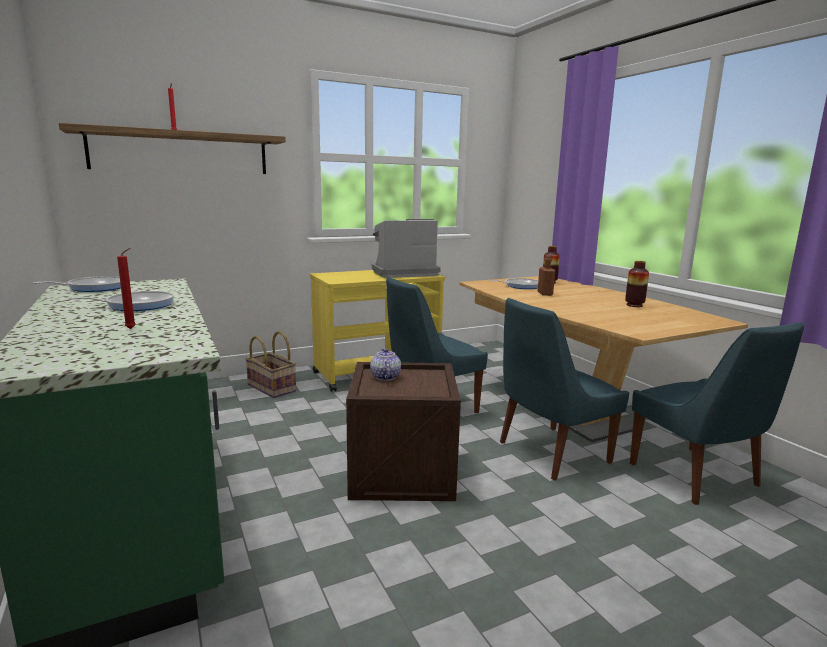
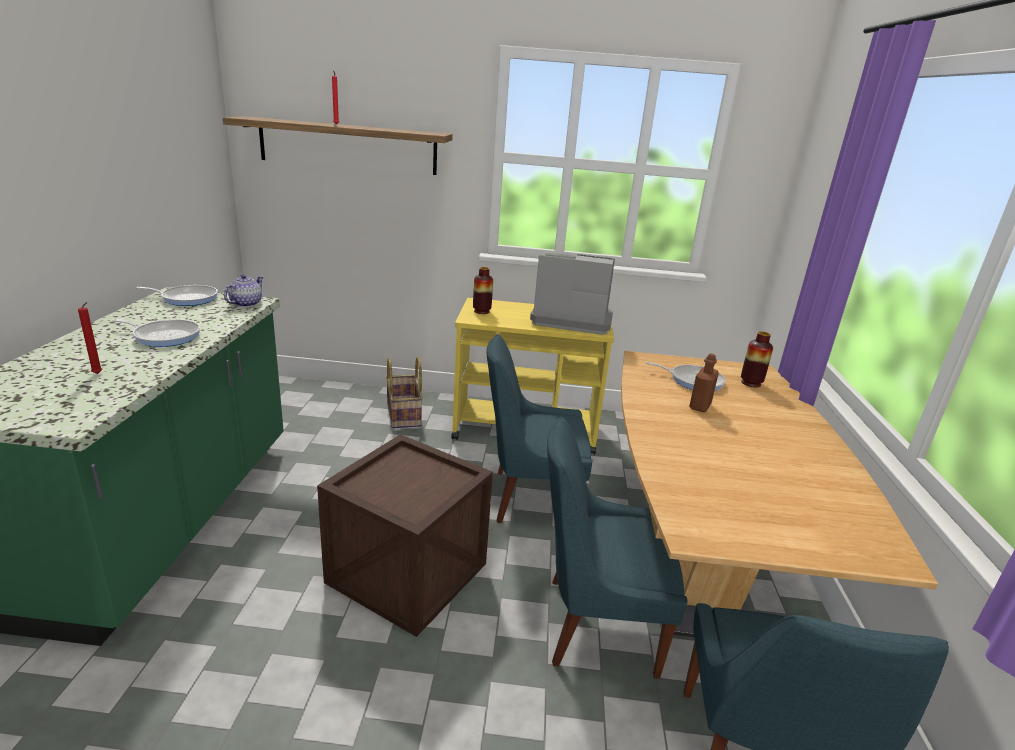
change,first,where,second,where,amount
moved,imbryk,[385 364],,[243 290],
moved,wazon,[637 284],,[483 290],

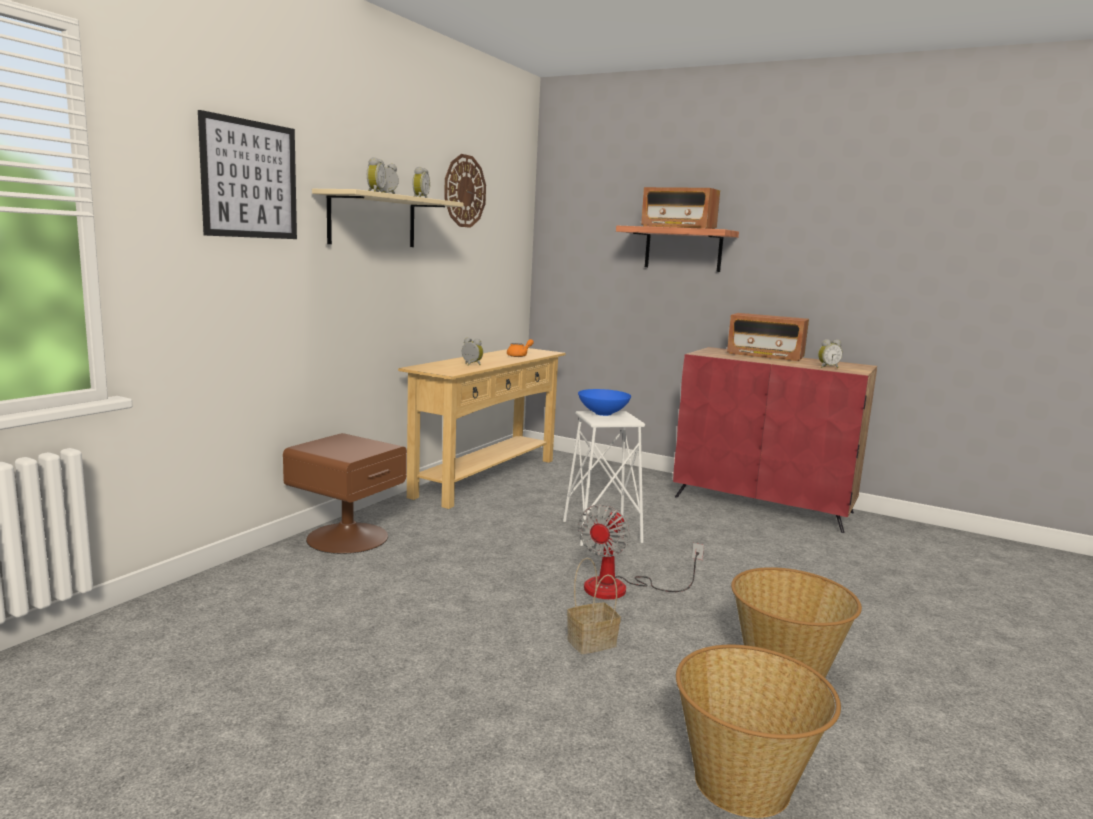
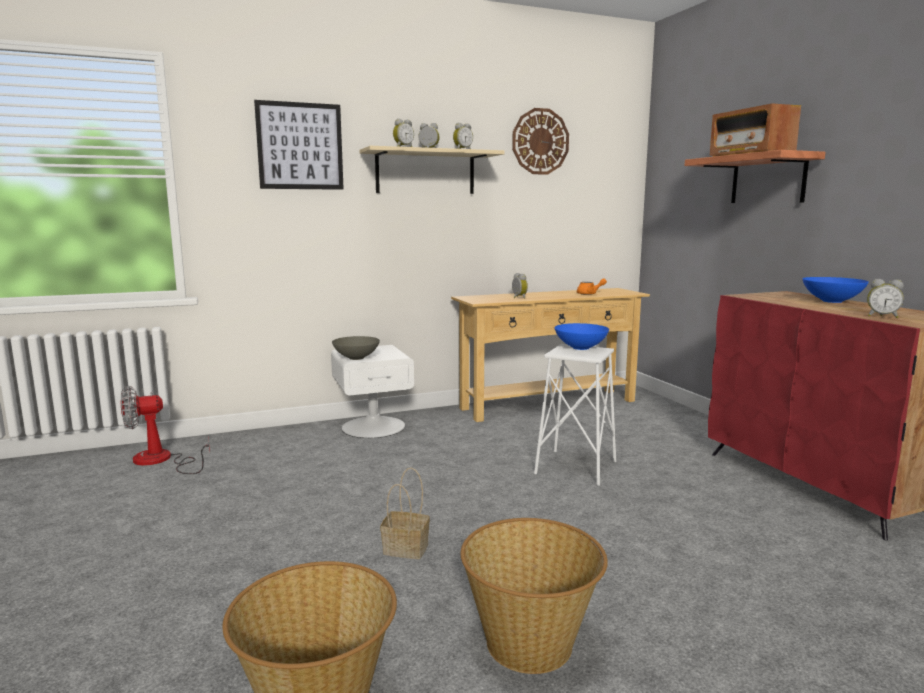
change,first,where,second,where,amount
moved,wentylator,[641 551],,[165 430],
recoloured,szafka nocna/brązowy,[345 493],szafka nocna/biały,[372 391],
added,,,miska/szary,[356 348],
replaced,radio,[768 337],miska/niebieski,[835 290],

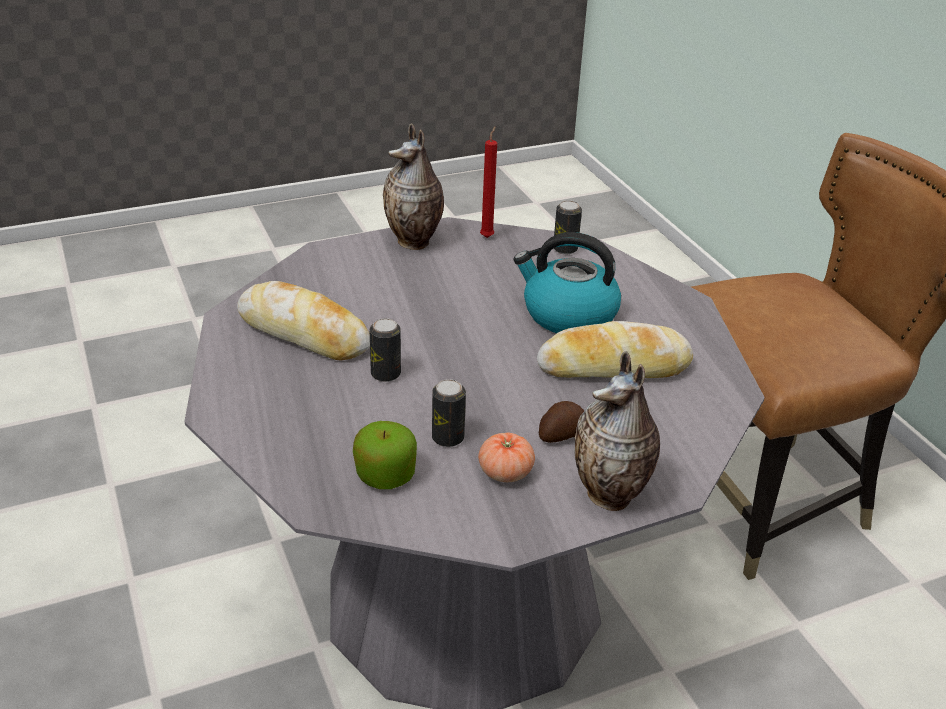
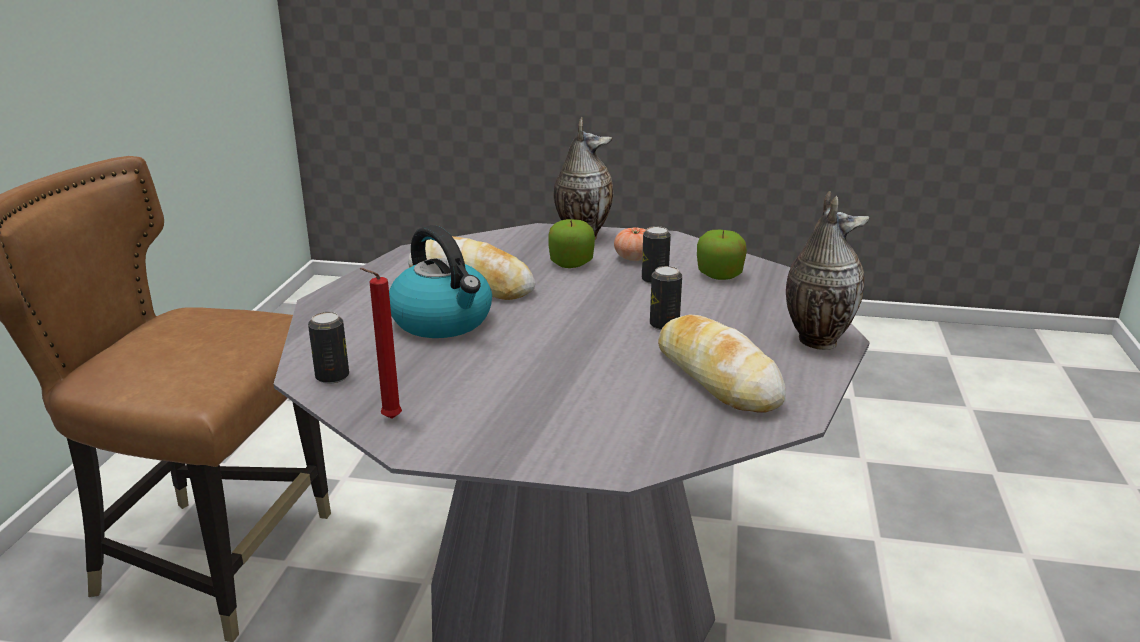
change,first,where,second,where,amount
replaced,ziemniak,[561 422],jabłko,[571 243],
moved,wazon,[413 186],,[827 270],

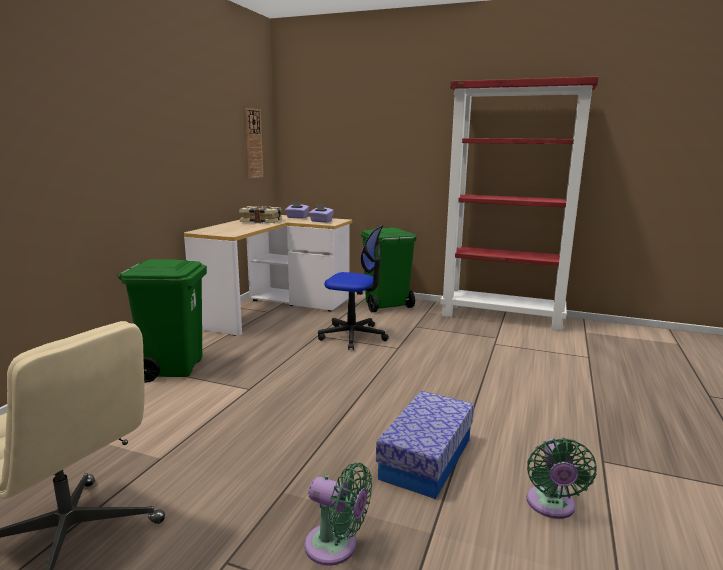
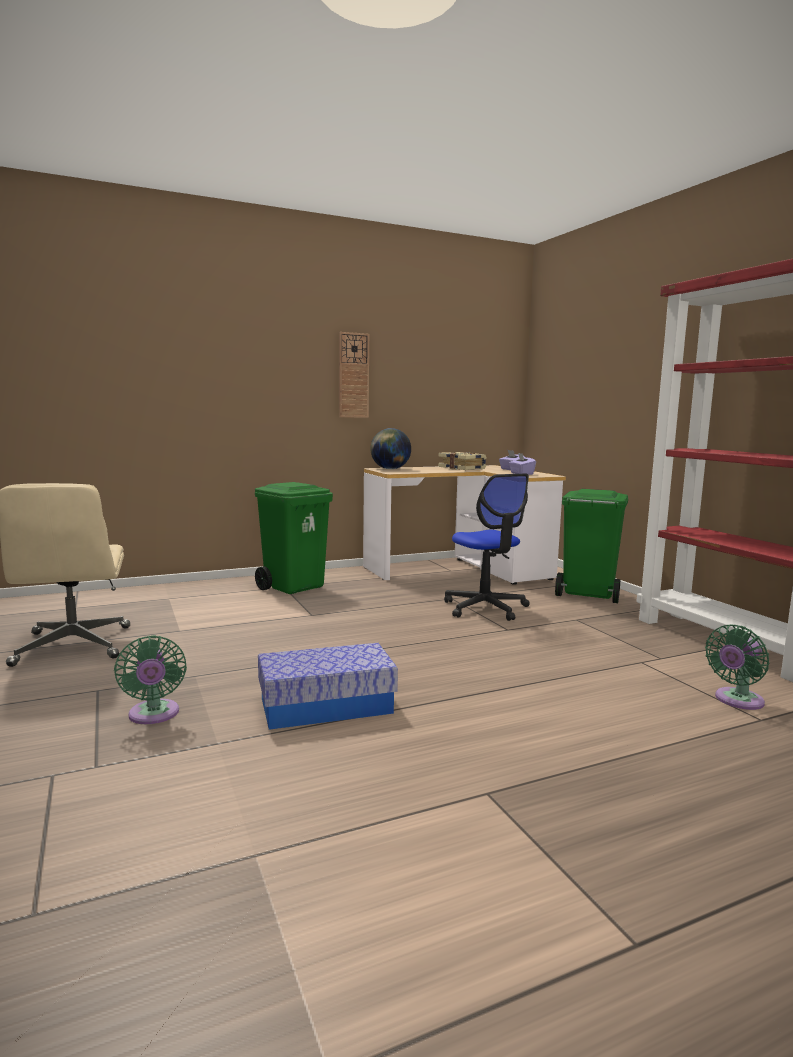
change,first,where,second,where,amount
moved,zegar ścienny,[254 143],,[354 375],
added,,,globus,[390 448],
moved,wentylator/zielony,[562 478],,[737 667],

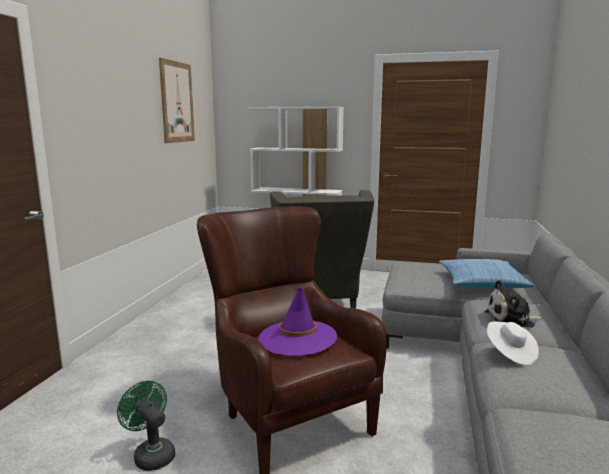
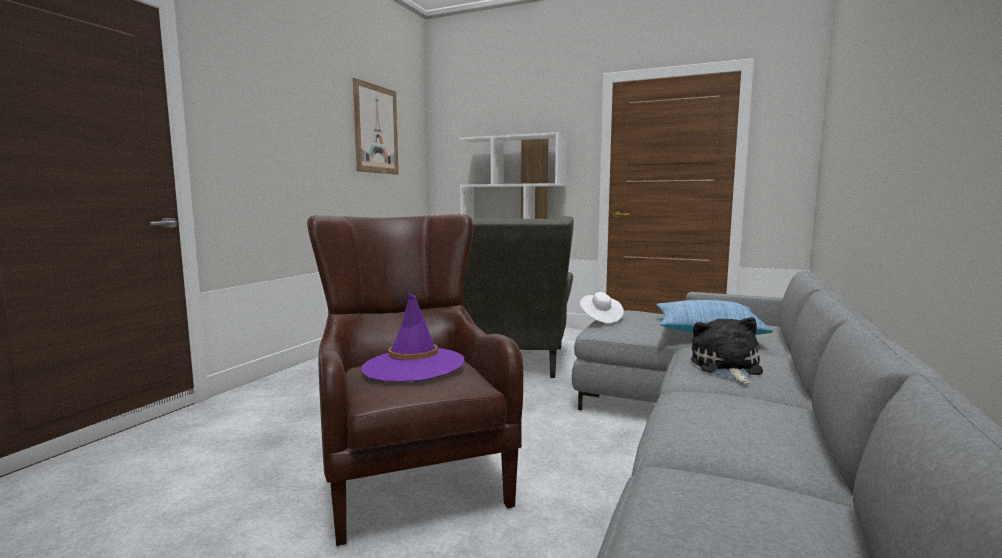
change,first,where,second,where,amount
moved,kapelusz/biały,[513 343],,[602 307],
turned,pluszak,[514 304],,[727 350],90 degrees clockwise
removed,wentylator/zielony,[146 426],,,

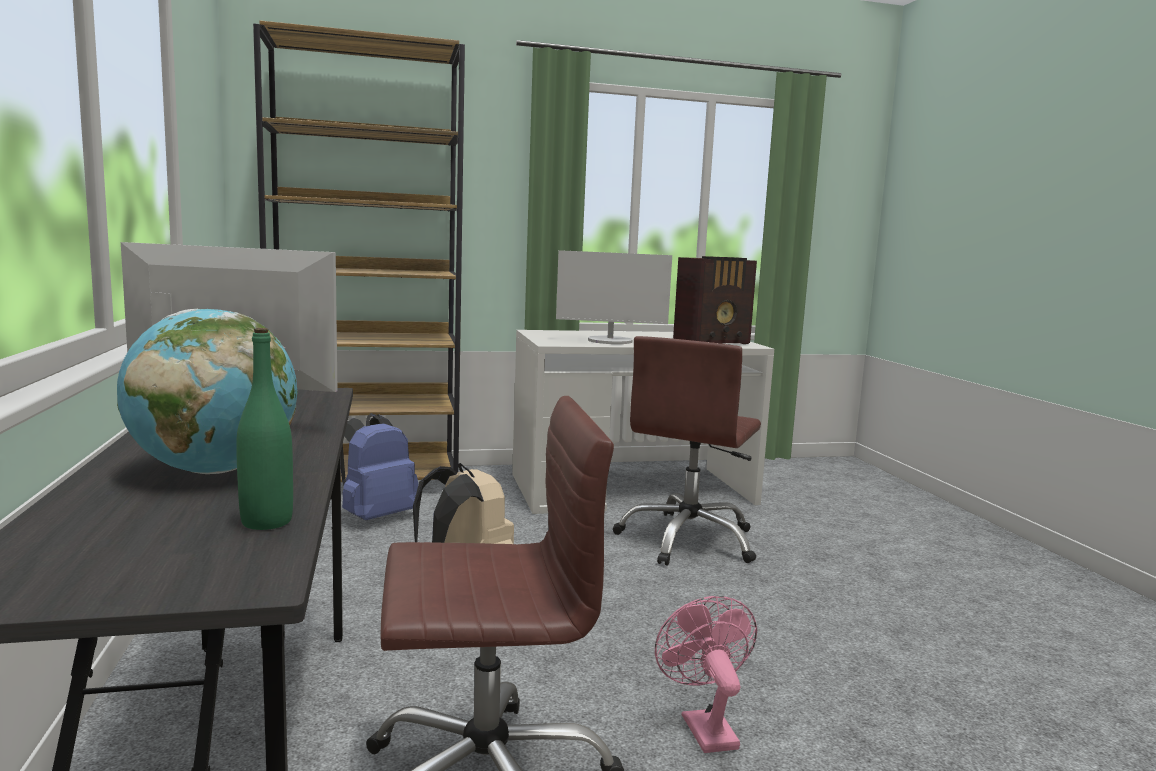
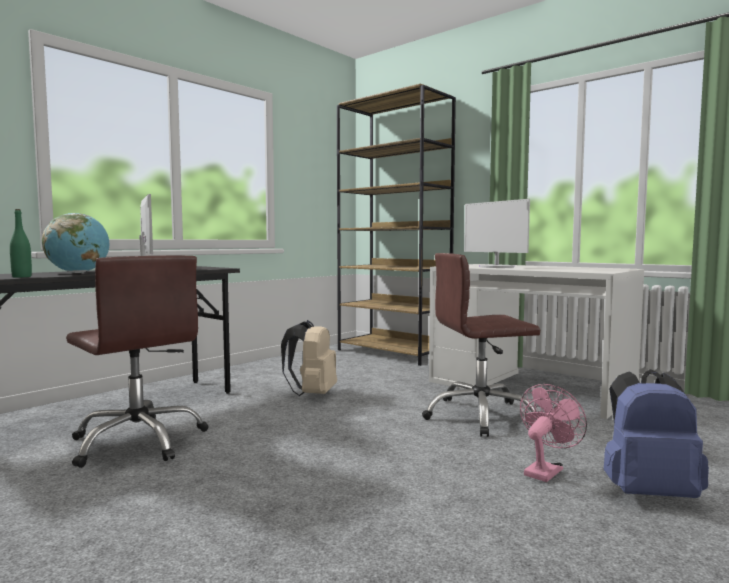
change,first,where,second,where,amount
moved,wentylator/różowy,[706 674],,[553 433],
moved,plecak/niebieski,[379 466],,[656 433],
removed,radio,[715 300],,,

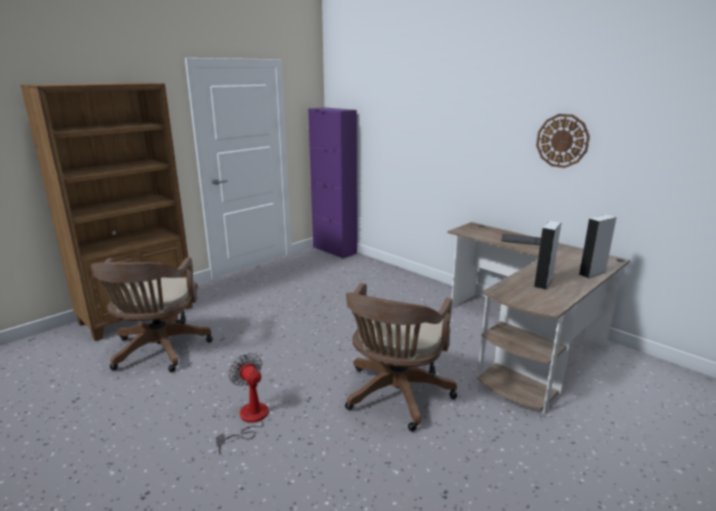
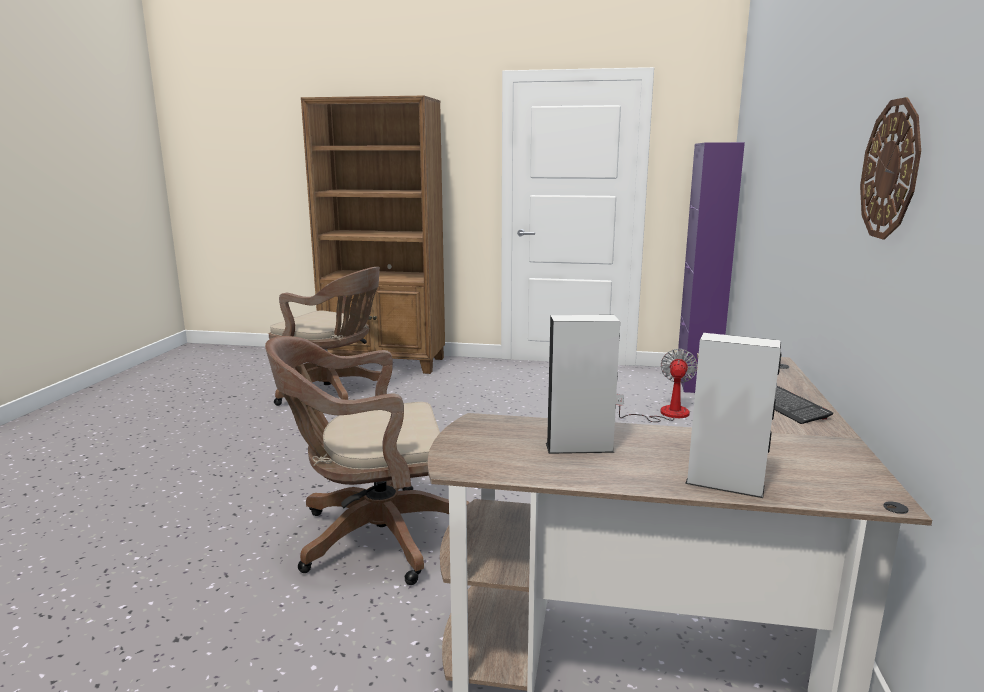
change,first,where,second,where,amount
turned,krzesło biurowe/brązowy,[152 315],,[325 336],120 degrees counterclockwise
moved,wentylator,[242 403],,[656 385],

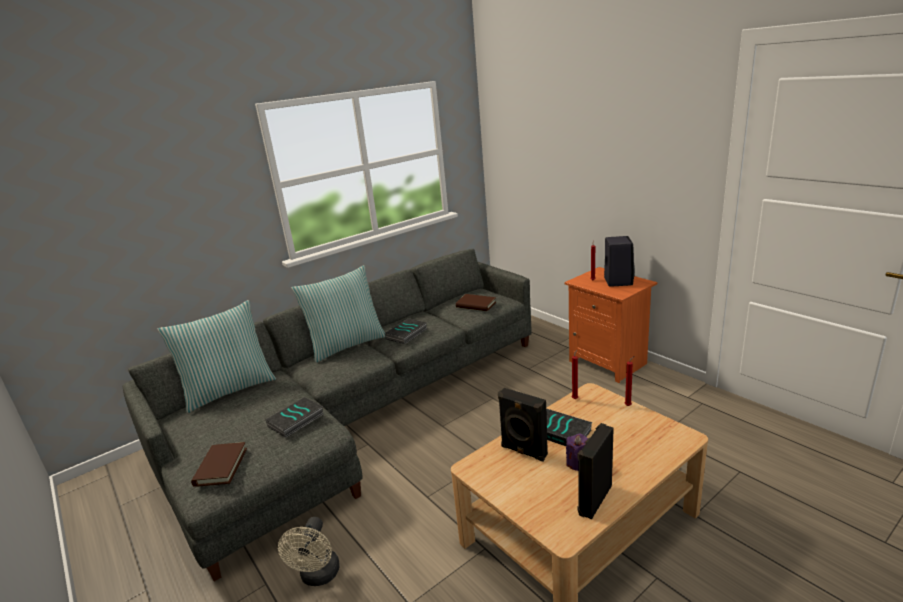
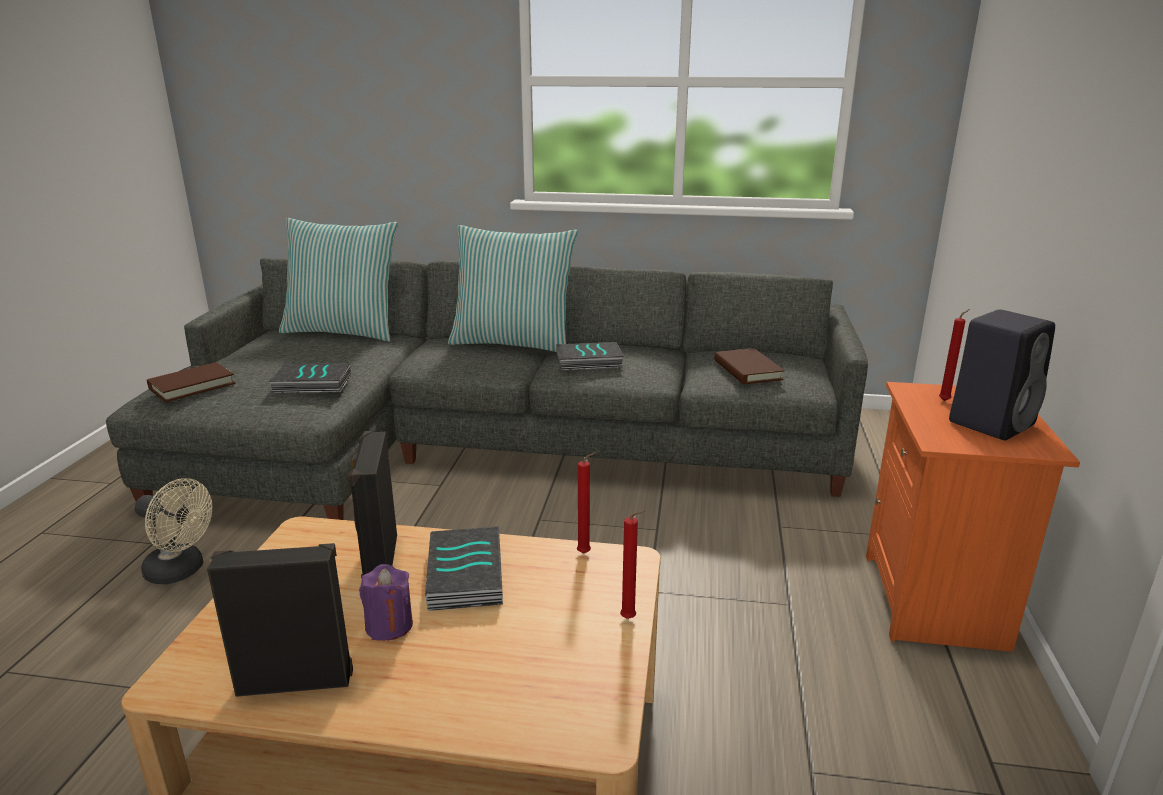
change,first,where,second,where,amount
turned,wentylator/beżowy,[309 551],,[173 531],120 degrees counterclockwise

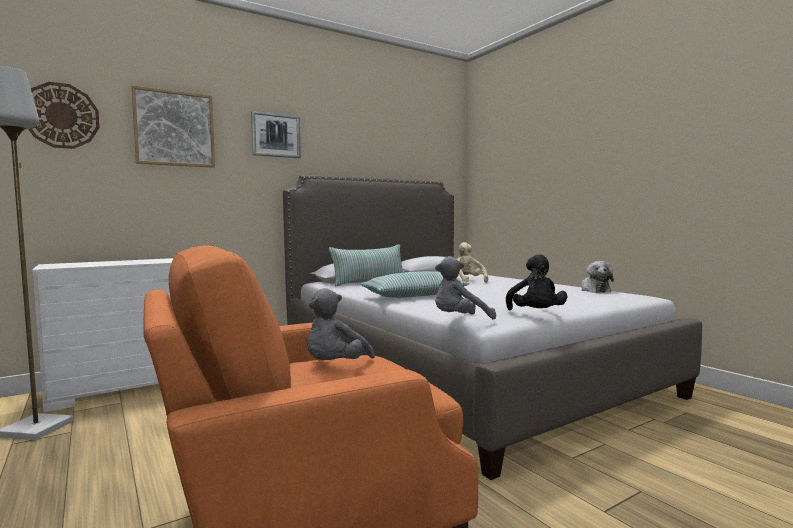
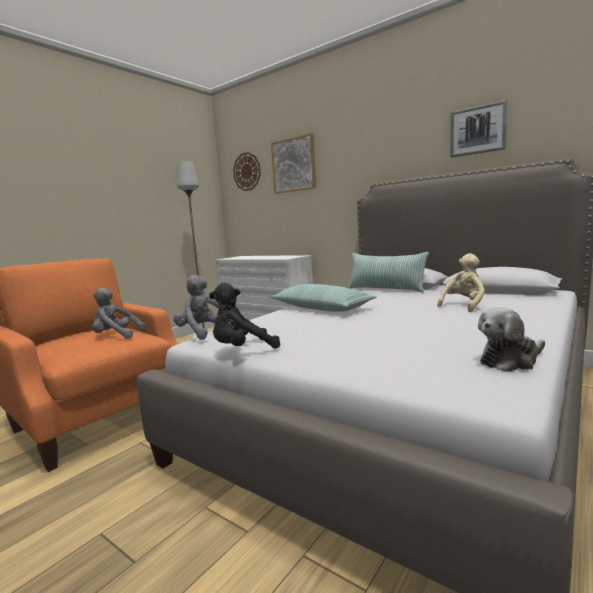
change,first,where,second,where,amount
moved,obraz,[276 134],,[478 129],

